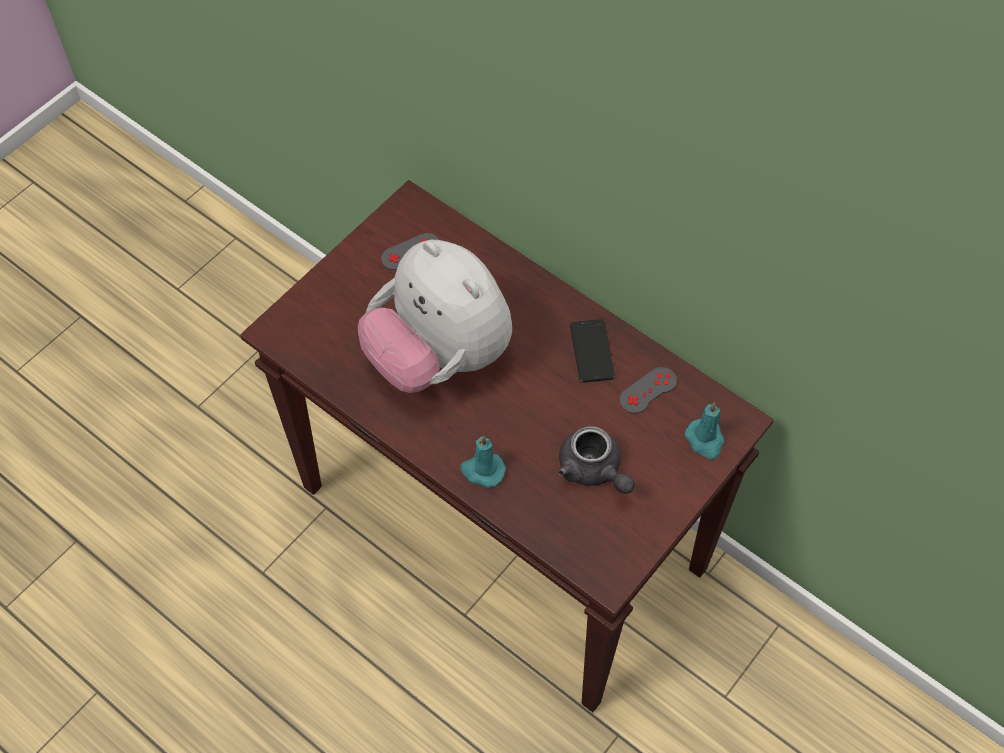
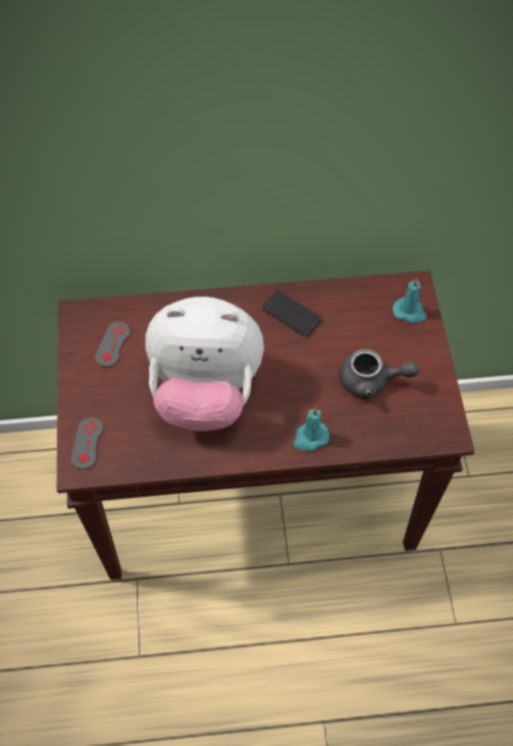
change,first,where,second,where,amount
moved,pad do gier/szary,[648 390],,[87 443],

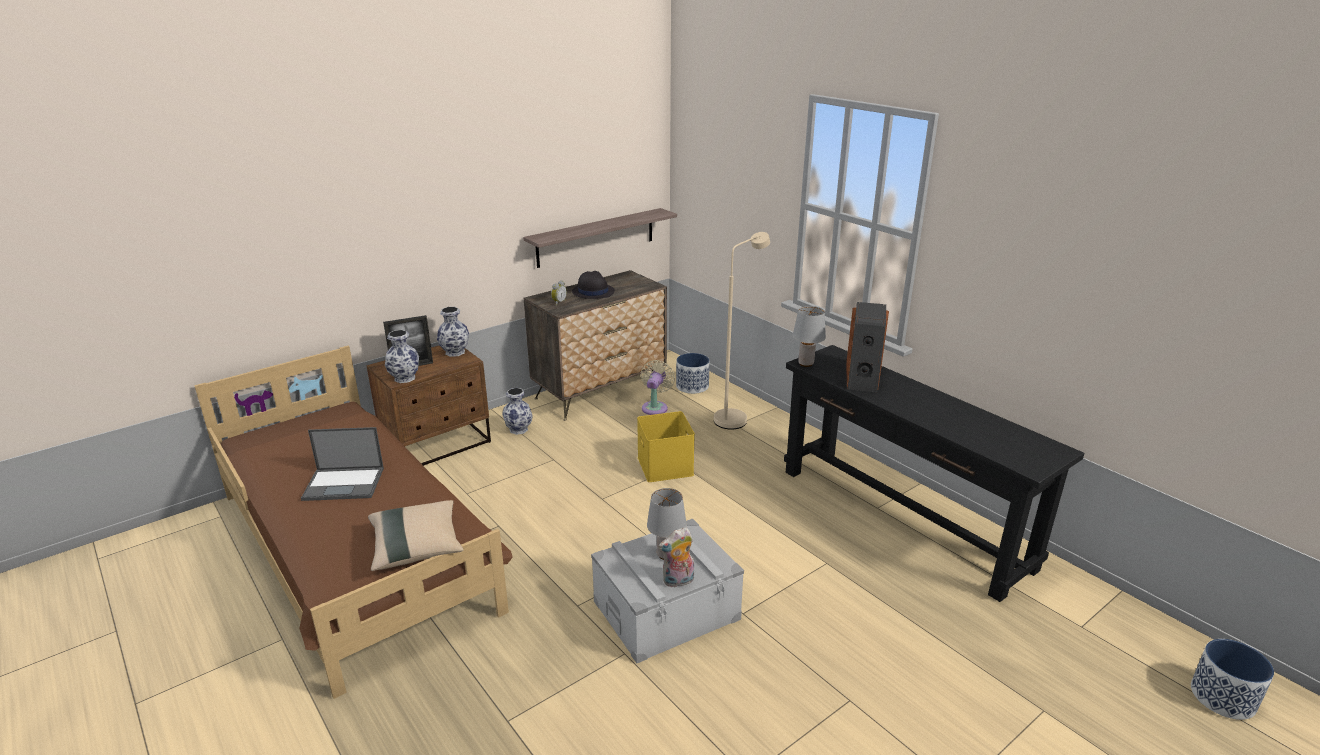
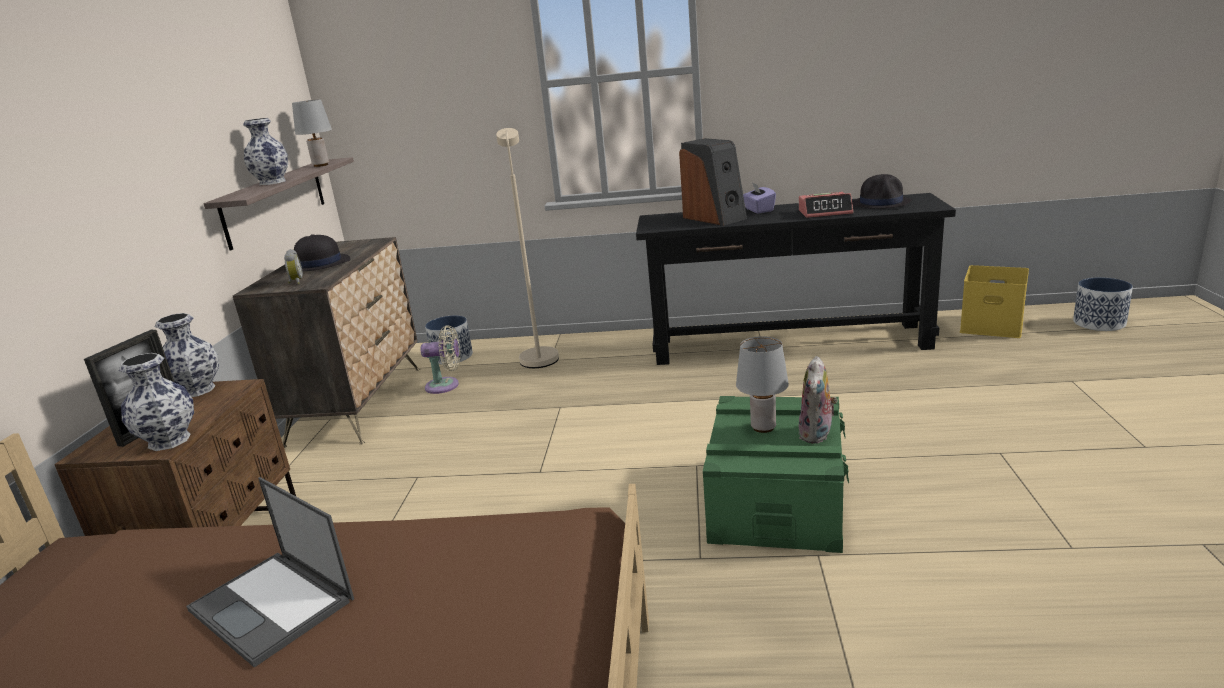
change,first,where,second,where,amount
turned,laptop,[342 464],,[270 572],90 degrees clockwise
moved,wazon,[517 411],,[265 151],
moved,lampa stołowa/szary,[809 336],,[312 133],
turned,wentylator/beżowy,[658 387],,[440 359],120 degrees clockwise
recoloured,pojemnik do przechowywania/szary,[667 591],pojemnik do przechowywania/zielony,[776 474],
added,,,pudełko chusteczek/fioletowy,[759 197],
added,,,budzik,[826 205],
added,,,kapelusz/czarny,[882 191],
moved,pojemnik do przechowywania/żółty,[666 446],,[994 301],
removed,poduszka/beżowy,[415 535],,,

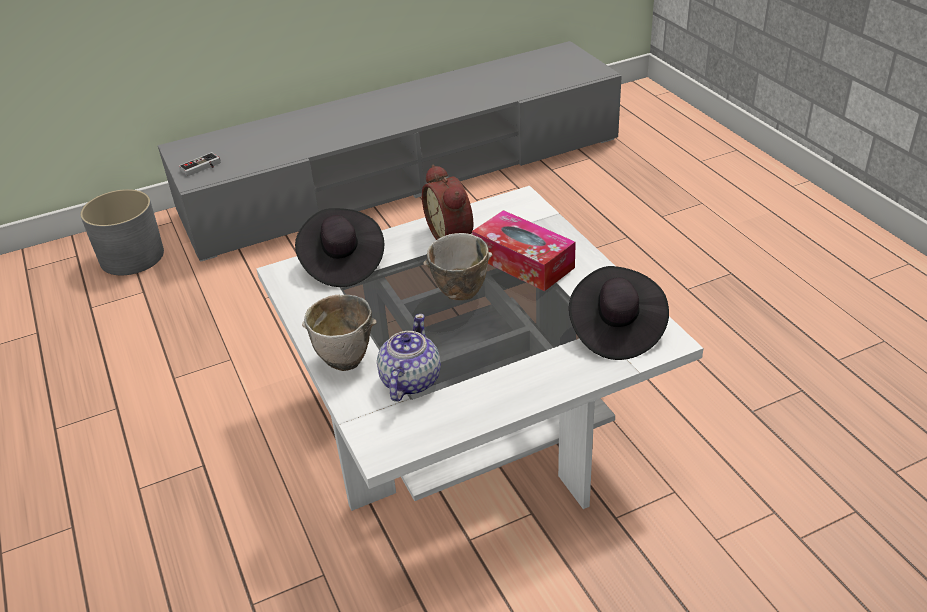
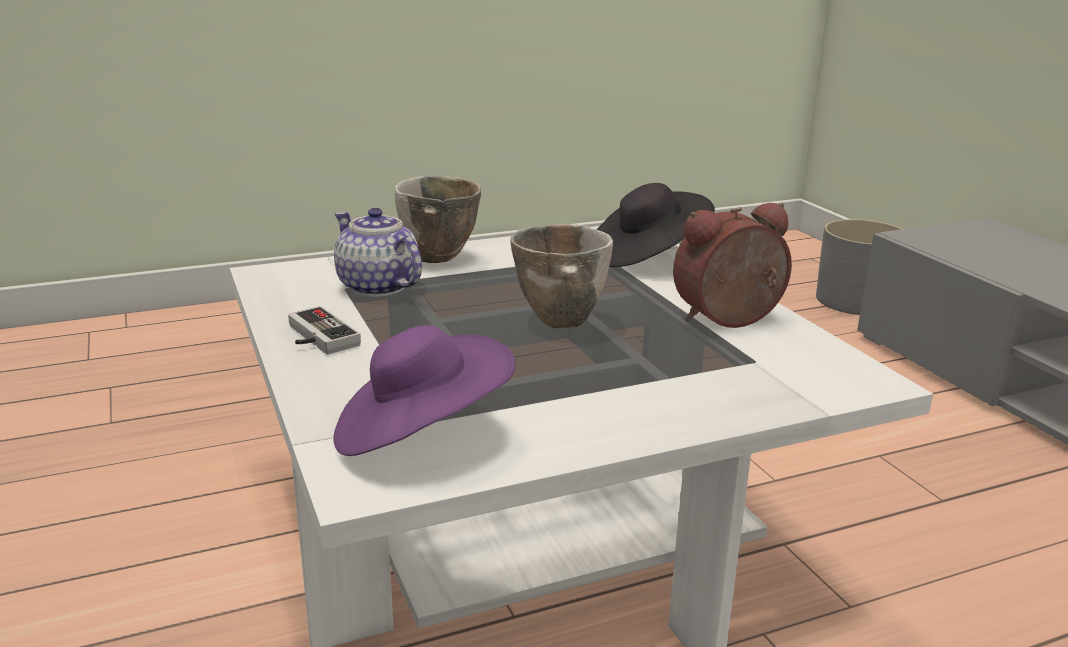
change,first,where,second,where,amount
moved,pad do gier,[200 164],,[324 330],
recoloured,kapelusz/czarny,[619 313],kapelusz/fioletowy,[424 390],
turned,imbryk,[409 358],,[378 252],150 degrees counterclockwise
removed,pudełko chusteczek,[524 250],,,

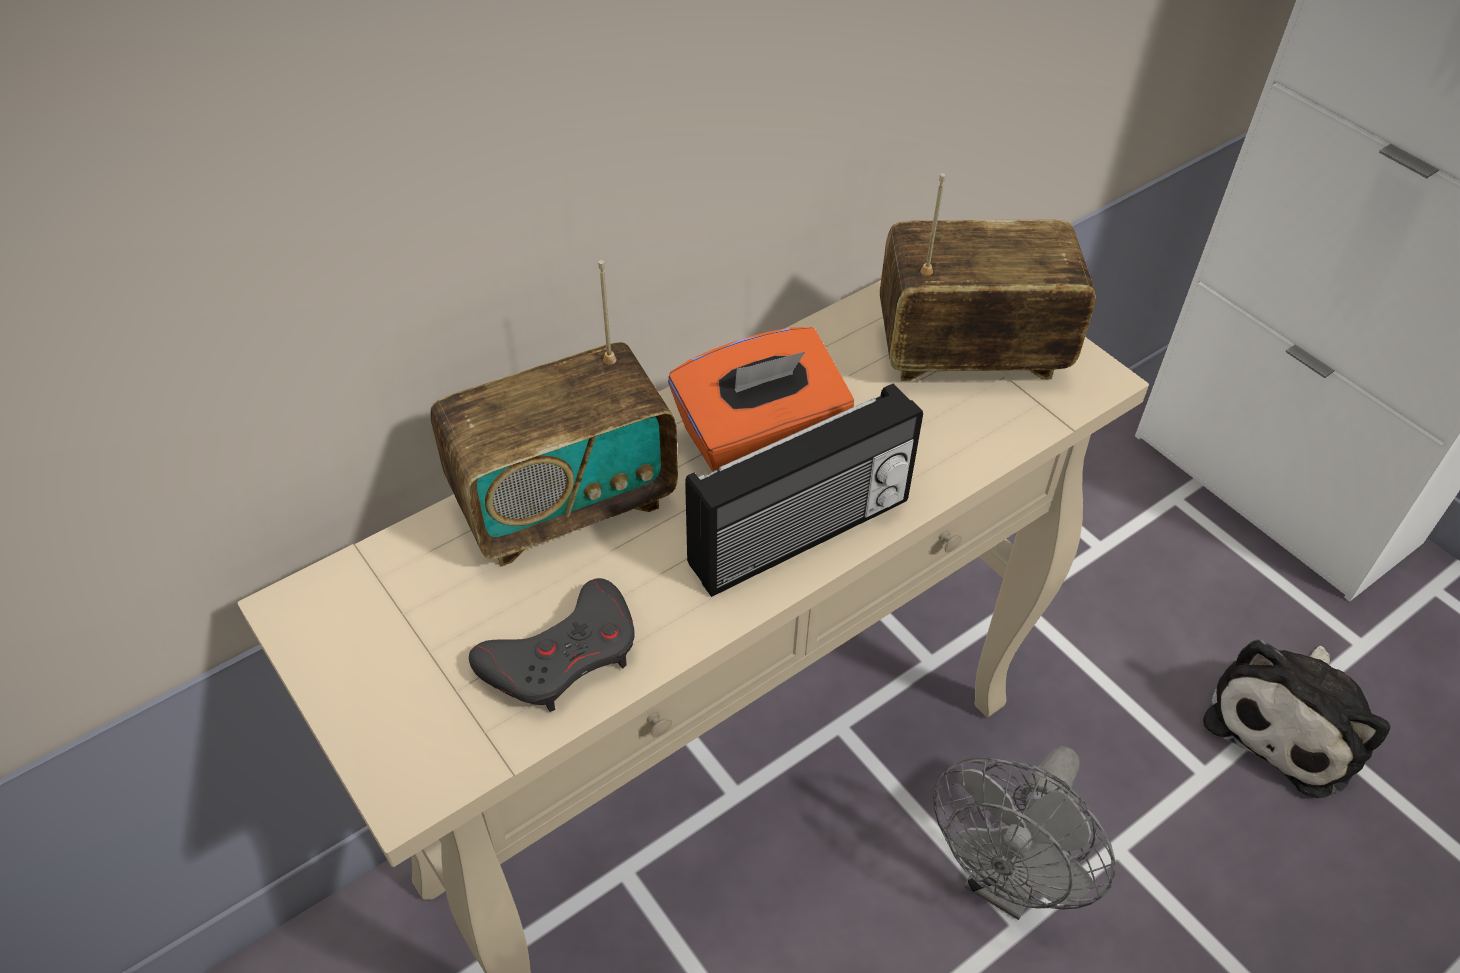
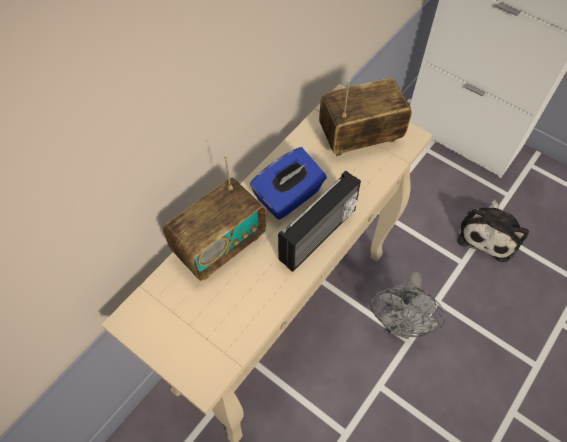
change,first,where,second,where,amount
recoloured,pudełko chusteczek/pomarańczowy,[761 399],pudełko chusteczek/niebieski,[288 183],
removed,pad do gier/szary,[552 645],,,

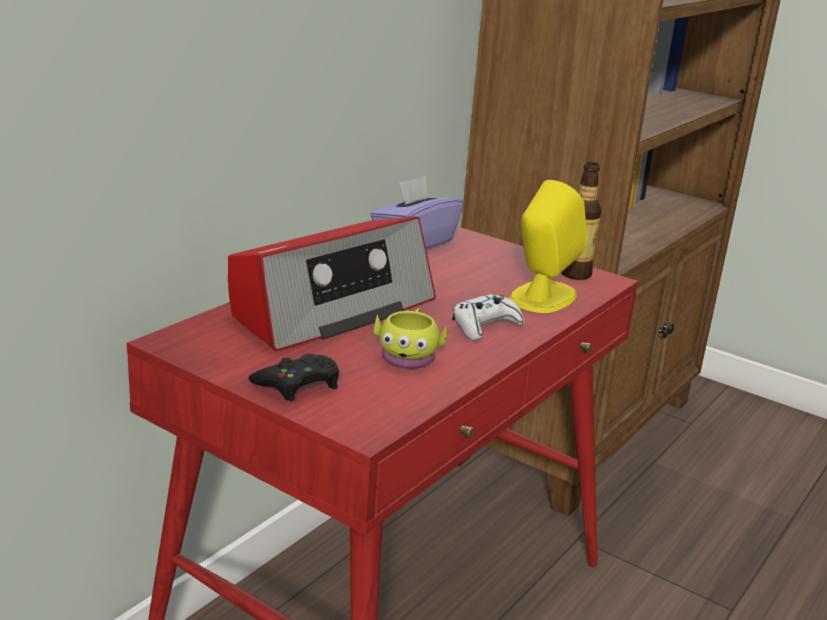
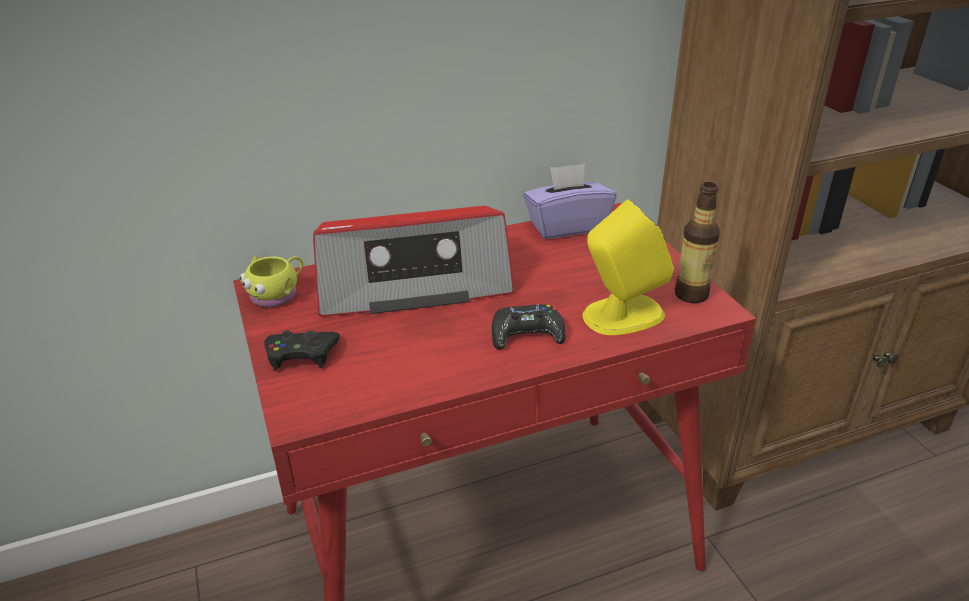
change,first,where,second,where,amount
moved,kubek/żółty,[410 338],,[271 281],
recoloured,pad do gier/biały,[488 316],pad do gier/czarny,[528 326],

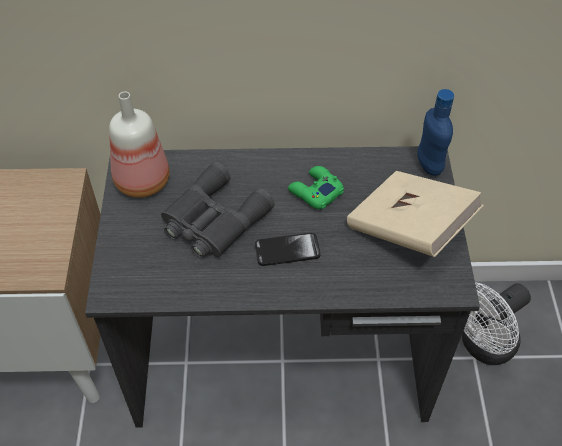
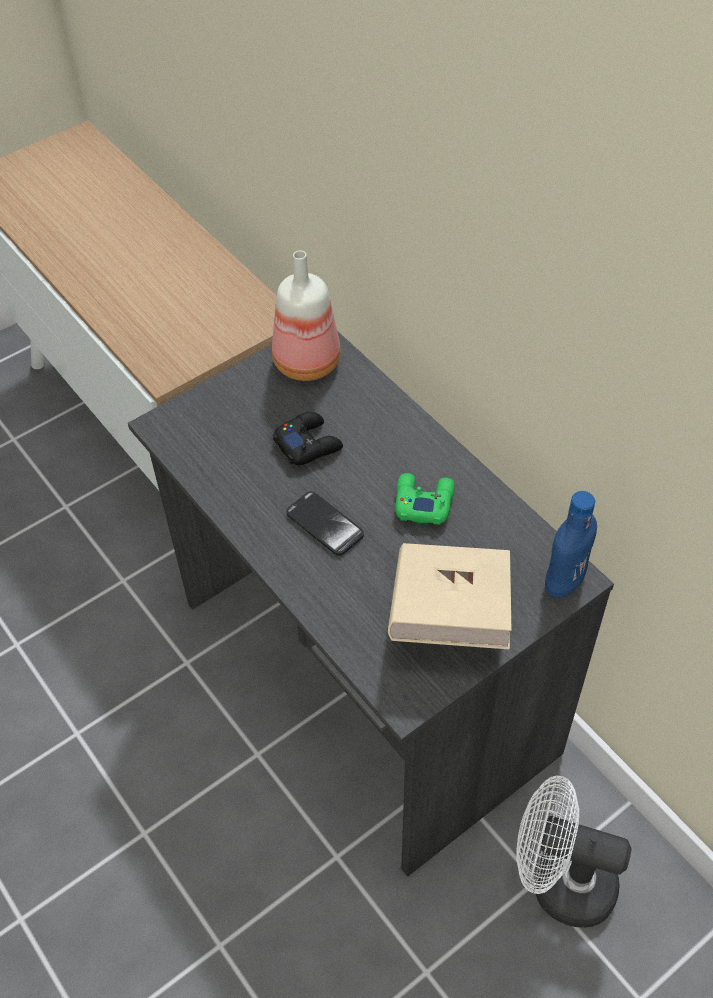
change,first,where,second,where,amount
replaced,lornetka/szary,[218 210],pad do gier/czarny,[308 438],

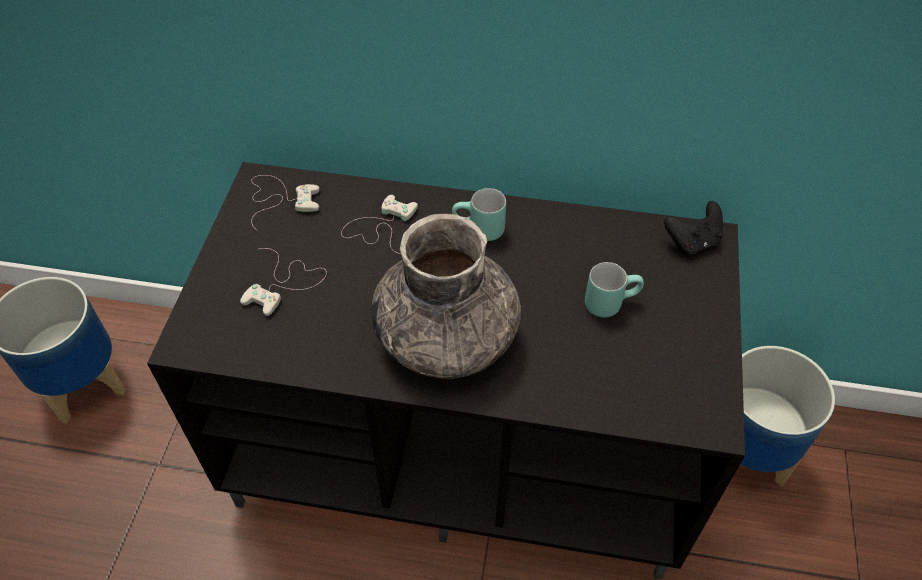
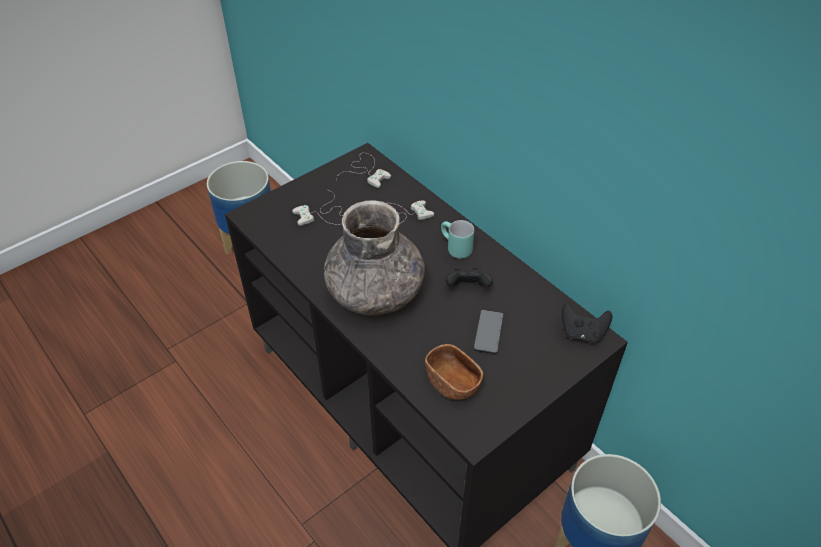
change,first,where,second,where,amount
added,,,miska/brązowy,[454 372],
added,,,pad do gier/czarny,[469 277],
replaced,kubek/turkusowy,[614 290],telefon,[488 332],

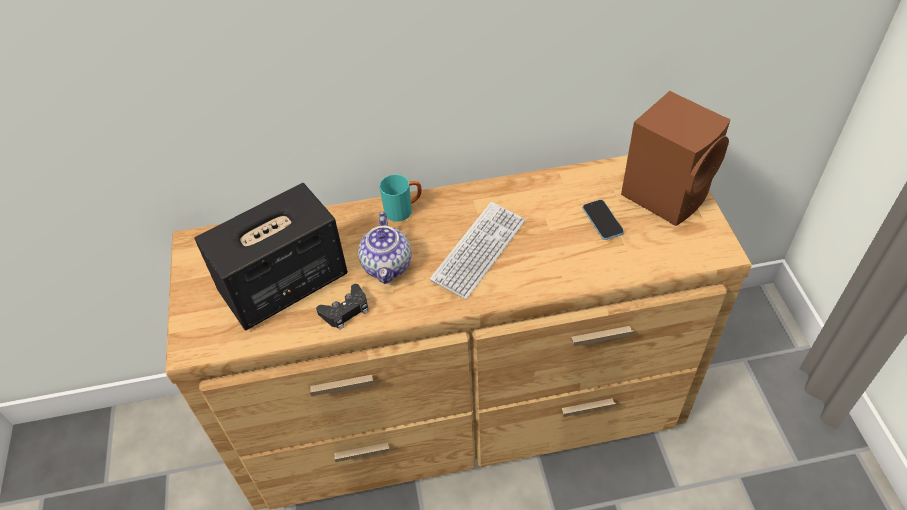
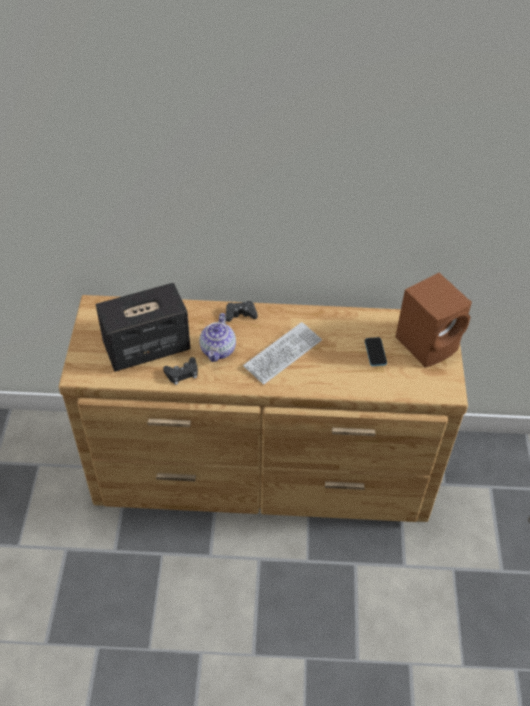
change,first,where,second,where,amount
replaced,kubek/turkusowy,[401 198],pad do gier/czarny,[242 311],

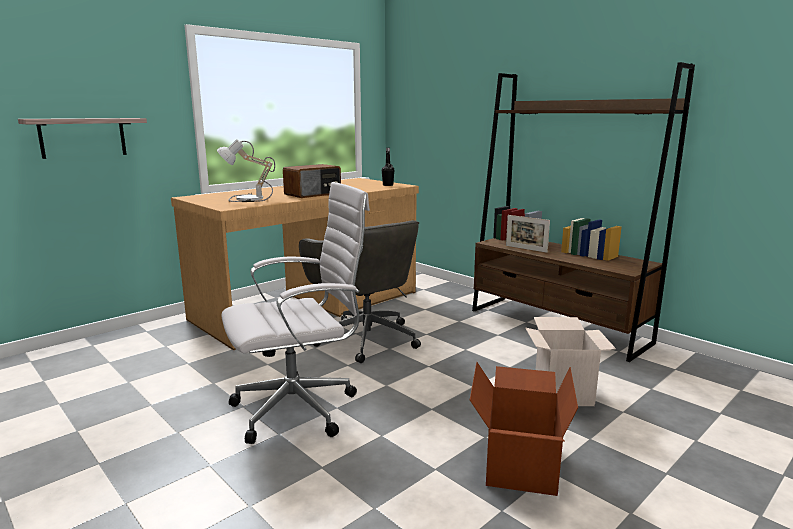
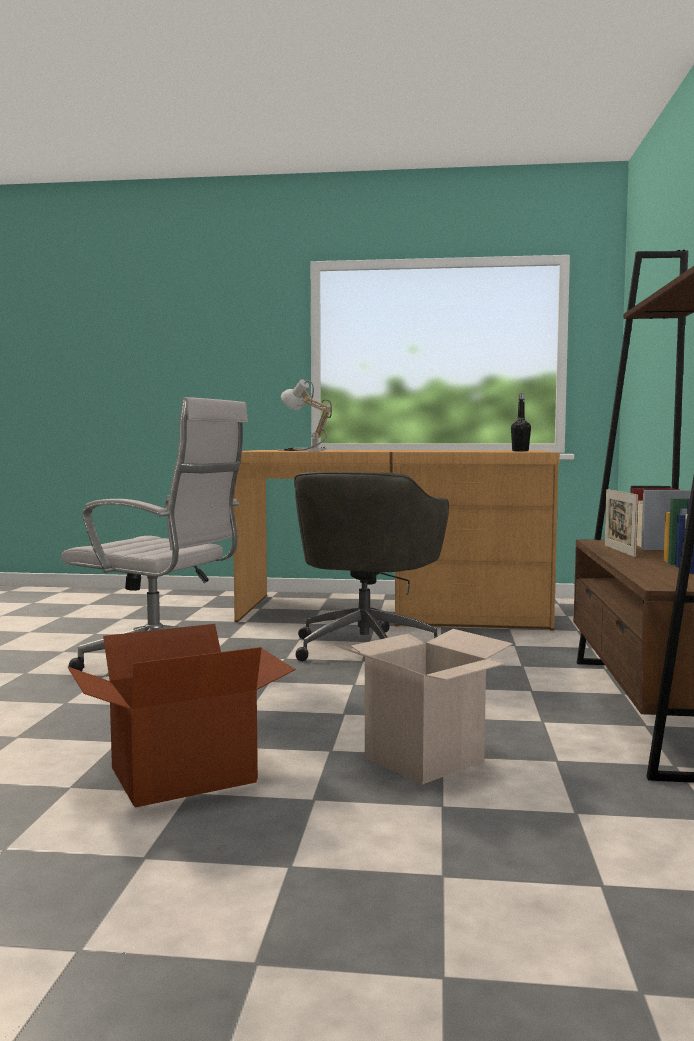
change,first,where,second,where,amount
removed,półka,[82 138],,,
removed,radio,[312 181],,,

